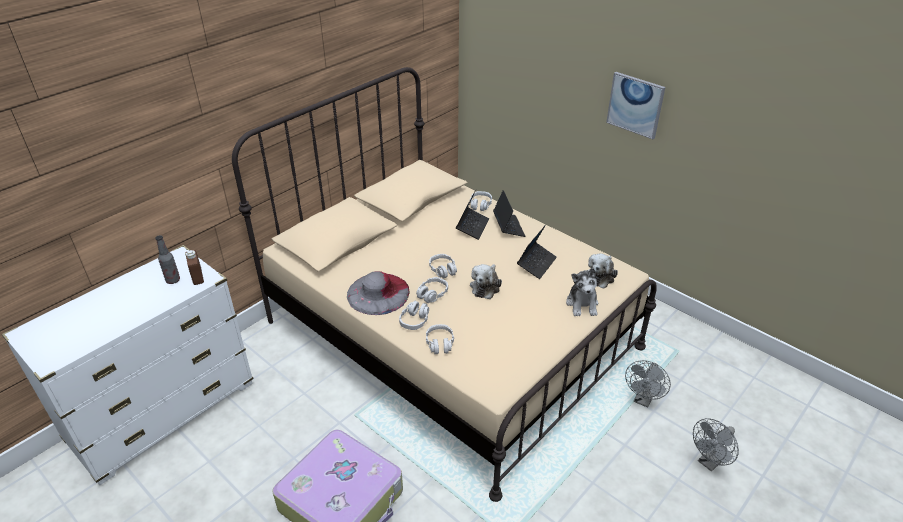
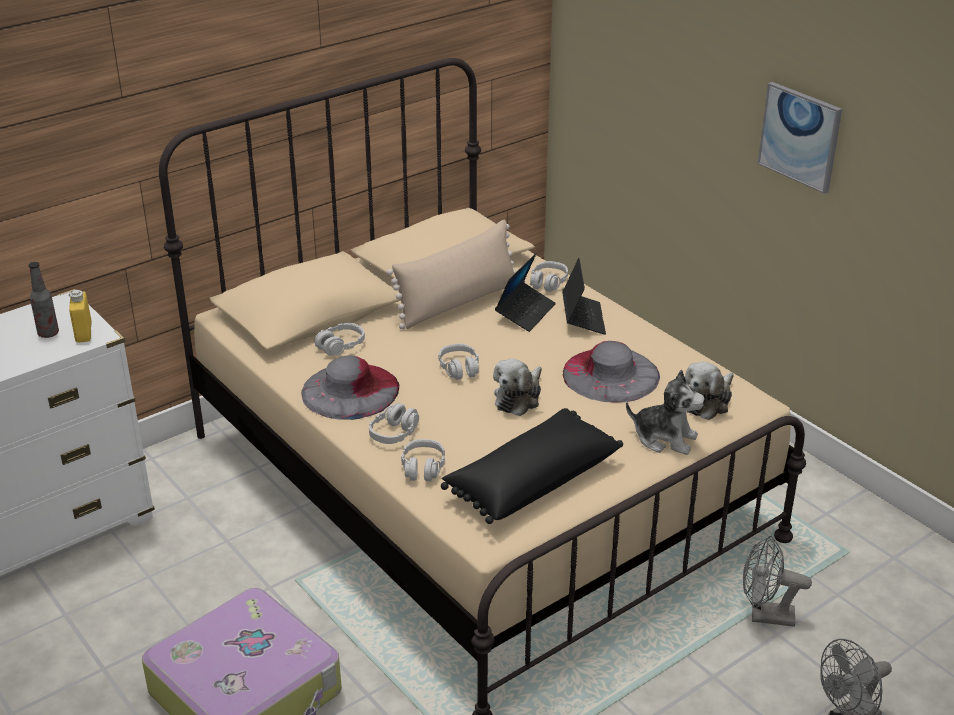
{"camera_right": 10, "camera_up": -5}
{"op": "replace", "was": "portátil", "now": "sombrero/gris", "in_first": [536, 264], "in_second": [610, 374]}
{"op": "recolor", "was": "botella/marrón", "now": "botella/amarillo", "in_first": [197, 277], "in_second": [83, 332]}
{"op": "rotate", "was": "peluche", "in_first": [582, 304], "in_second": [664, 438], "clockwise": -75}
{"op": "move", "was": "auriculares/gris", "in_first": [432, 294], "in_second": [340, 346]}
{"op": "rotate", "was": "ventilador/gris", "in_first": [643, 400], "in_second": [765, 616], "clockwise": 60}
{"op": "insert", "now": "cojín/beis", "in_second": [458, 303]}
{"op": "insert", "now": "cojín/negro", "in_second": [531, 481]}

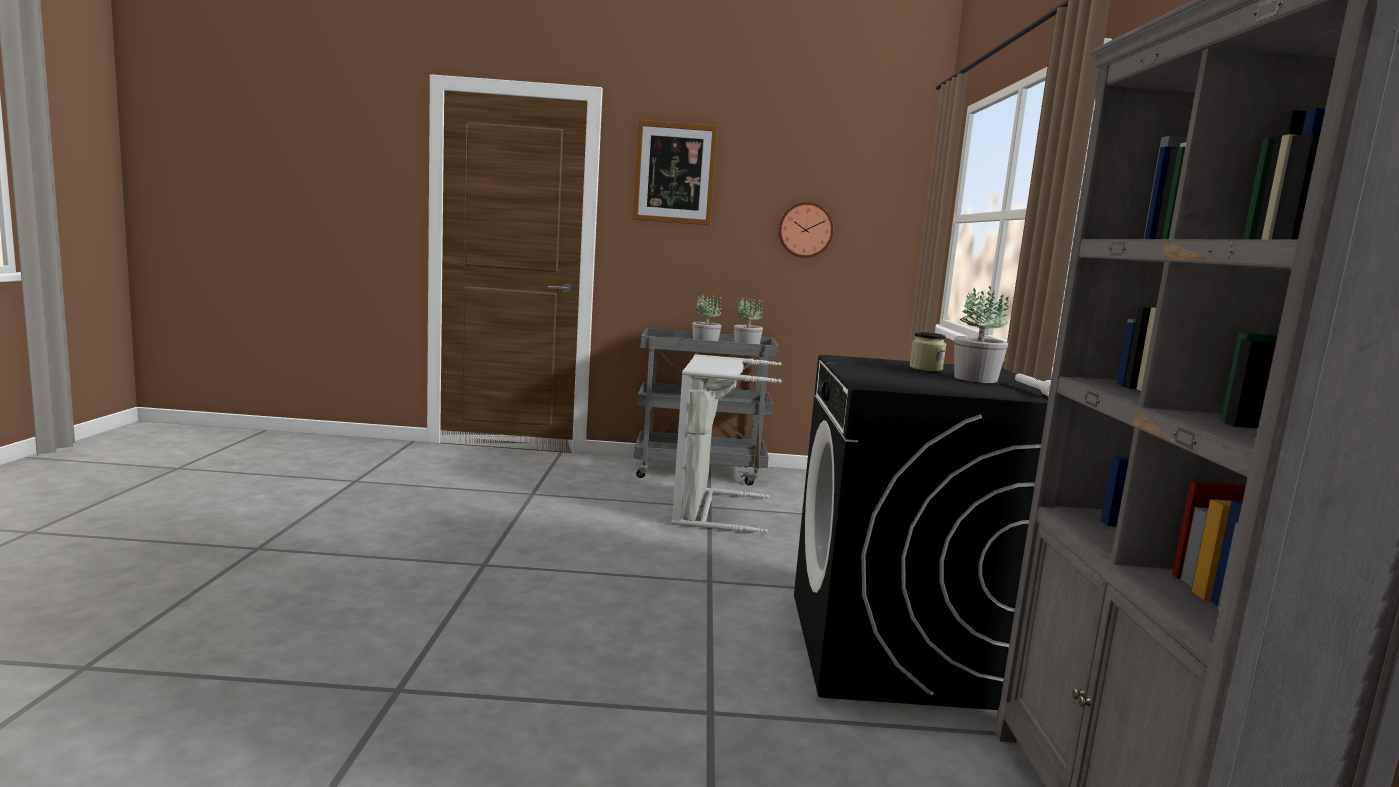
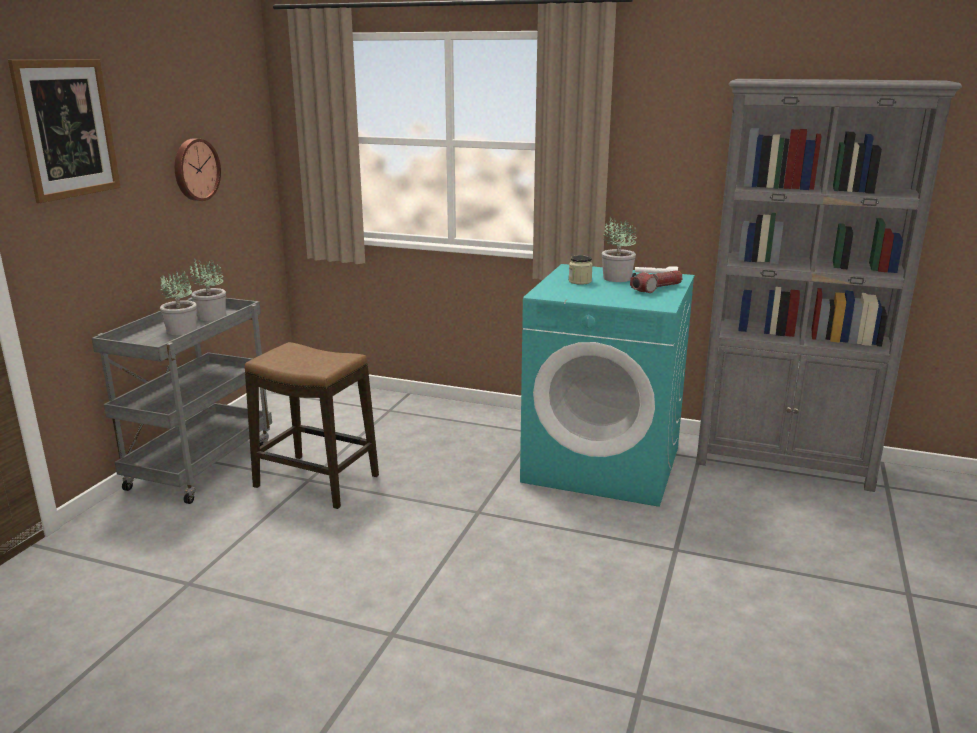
{"camera_right": -70, "camera_up": 10}
{"op": "replace", "was": "cesto de la ropa/gris", "now": "taburete", "in_first": [708, 509], "in_second": [316, 482]}
{"op": "recolor", "was": "lavadora/negro", "now": "lavadora/turquesa", "in_first": [899, 649], "in_second": [603, 464]}
{"op": "insert", "now": "linterna", "in_second": [656, 288]}

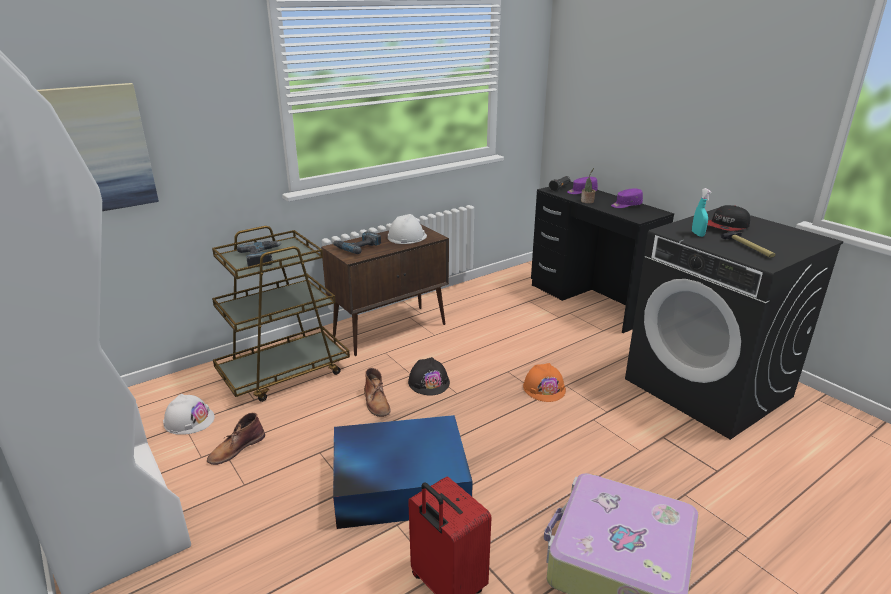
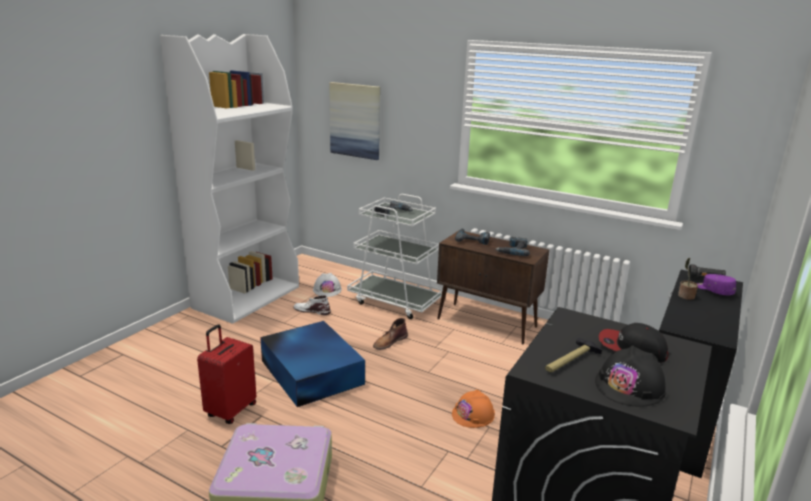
{"camera_right": 65, "camera_up": -5}
{"op": "delete", "was": "gorra/morado", "in_first": [626, 205]}
{"op": "delete", "was": "pulverizador/turquesa", "in_first": [697, 234]}
{"op": "replace", "was": "casco/blanco", "now": "taladro", "in_first": [407, 237], "in_second": [513, 250]}
{"op": "recolor", "was": "carrito/marrón", "now": "carrito/blanco", "in_first": [285, 372], "in_second": [395, 301]}
{"op": "move", "was": "casco/negro", "in_first": [429, 382], "in_second": [630, 386]}
{"op": "recolor", "was": "bota/marrón", "now": "bota/blanco", "in_first": [236, 448], "in_second": [312, 310]}

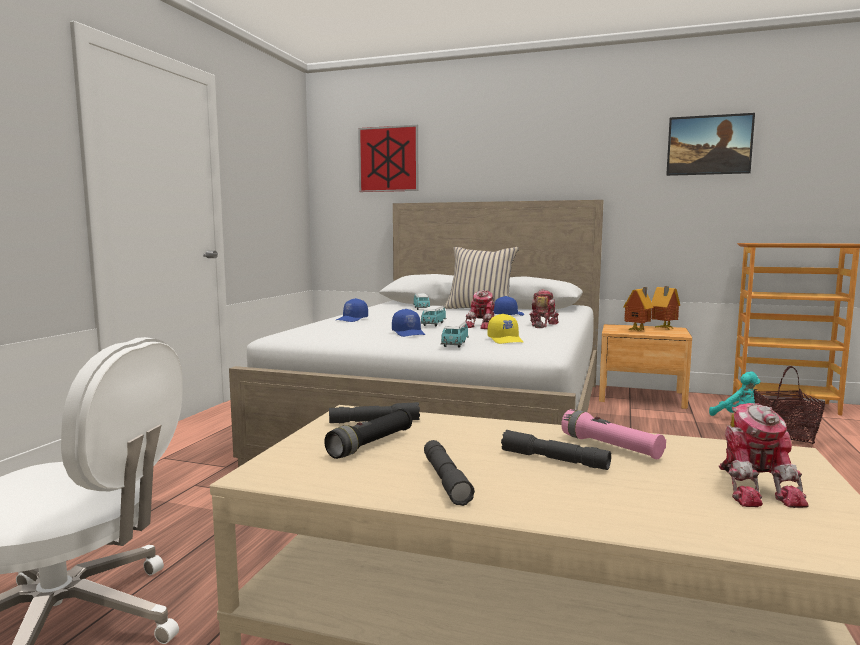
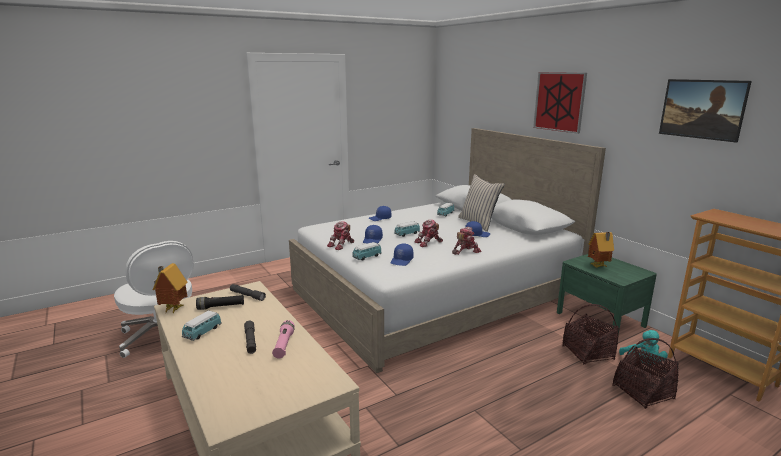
{"camera_right": 40, "camera_up": 10}
{"op": "move", "was": "cuadro", "in_first": [388, 159], "in_second": [559, 101]}
{"op": "move", "was": "casita", "in_first": [663, 328], "in_second": [172, 309]}
{"op": "recolor", "was": "gorra/amarillo", "now": "gorra/azul", "in_first": [506, 340], "in_second": [402, 260]}
{"op": "recolor", "was": "mesita de noche/marrón", "now": "mesita de noche/verde", "in_first": [641, 396], "in_second": [600, 319]}
{"op": "move", "was": "robot de juguete", "in_first": [754, 488], "in_second": [341, 245]}
{"op": "replace", "was": "linterna/gris", "now": "coche de juguete", "in_first": [445, 480], "in_second": [202, 333]}
{"op": "insert", "now": "cesta", "in_second": [588, 353]}

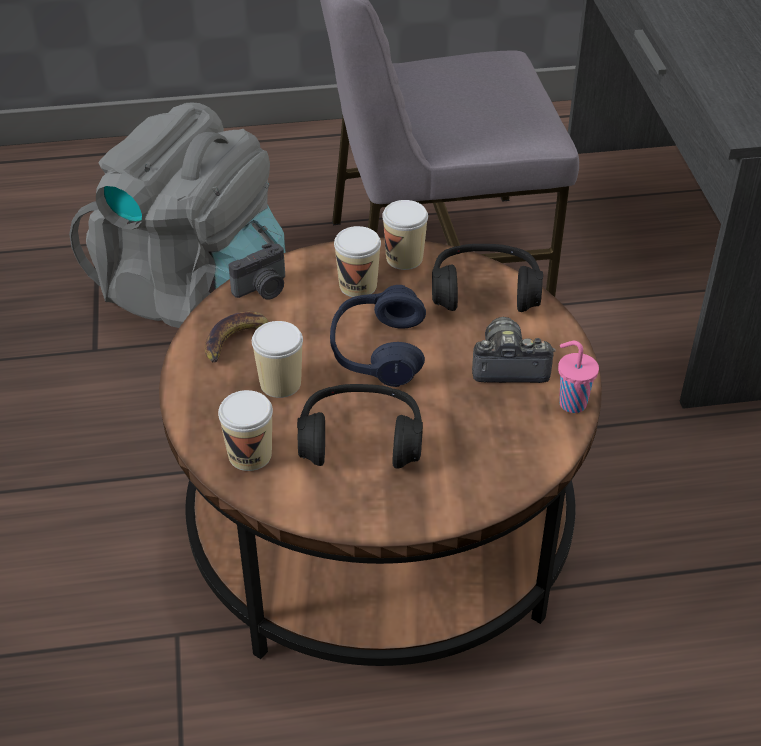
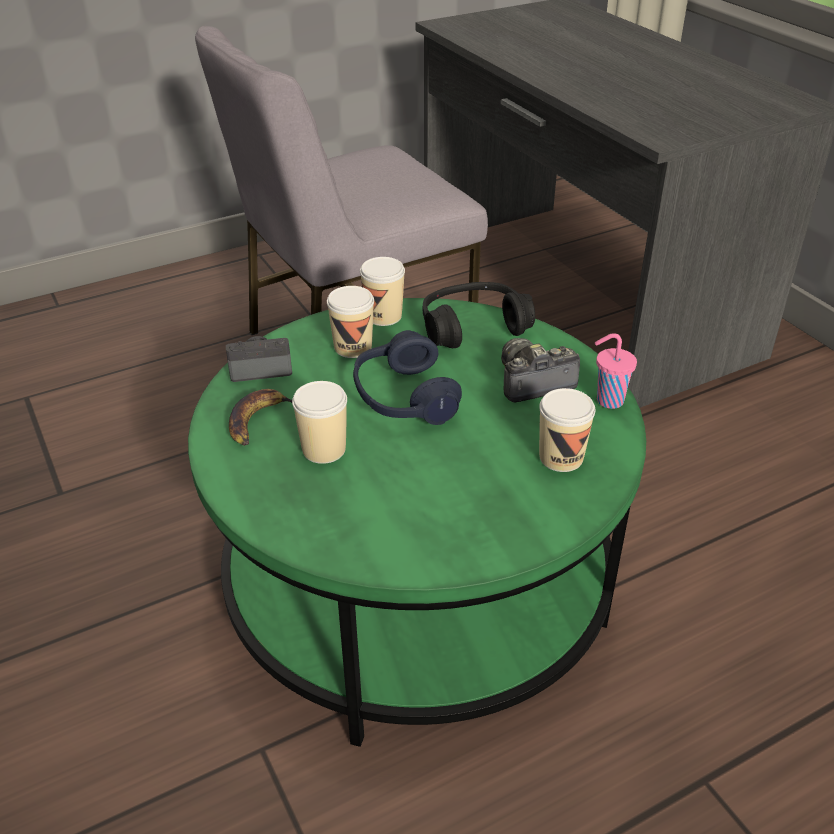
{"camera_right": -20, "camera_up": -5}
{"op": "delete", "was": "mochila/gris", "in_first": [195, 294]}
{"op": "recolor", "was": "mesa de centro/marrón", "now": "mesa de centro/verde", "in_first": [380, 526], "in_second": [417, 582]}
{"op": "rotate", "was": "cámara", "in_first": [263, 289], "in_second": [261, 369], "clockwise": -135}
{"op": "delete", "was": "auriculares/negro", "in_first": [361, 440]}
{"op": "move", "was": "taza", "in_first": [250, 455], "in_second": [561, 457]}

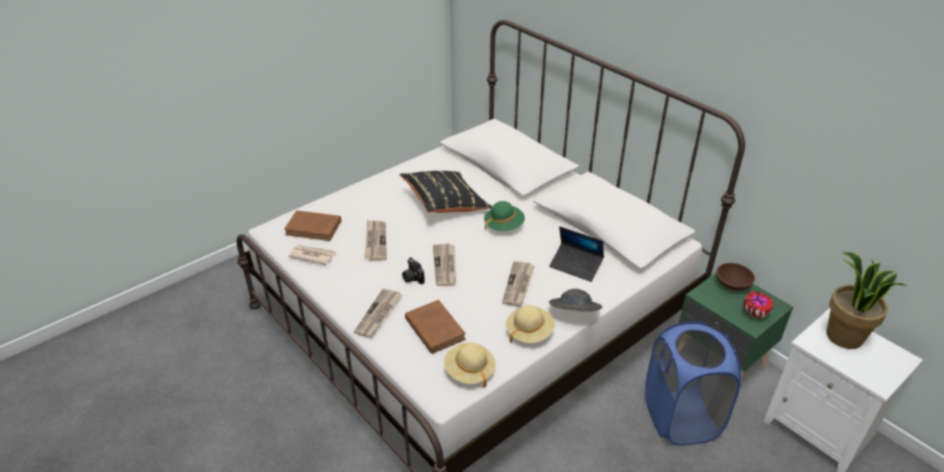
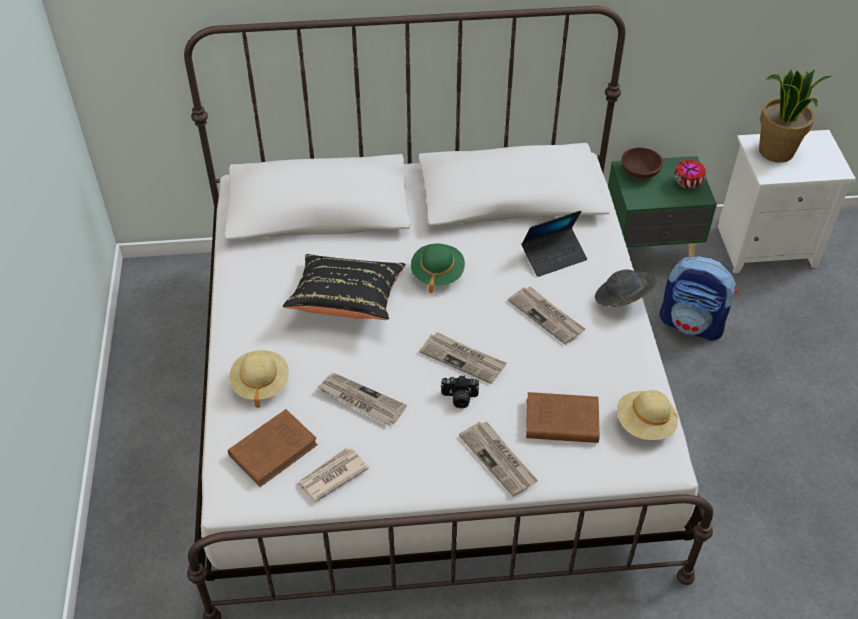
{"camera_right": -55, "camera_up": 10}
{"op": "move", "was": "sombrero/beis", "in_first": [529, 332], "in_second": [260, 384]}
{"op": "replace", "was": "cesto de la ropa/azul", "now": "mochila", "in_first": [681, 418], "in_second": [692, 324]}

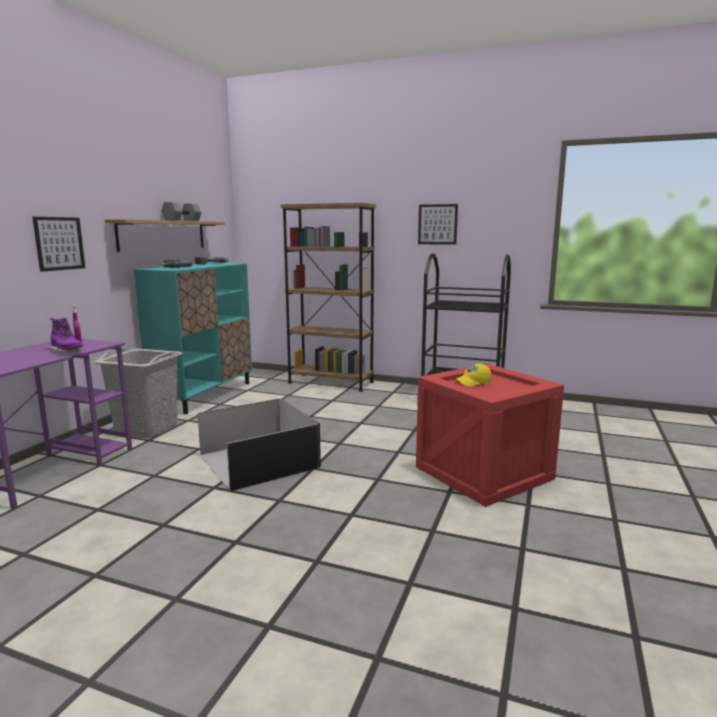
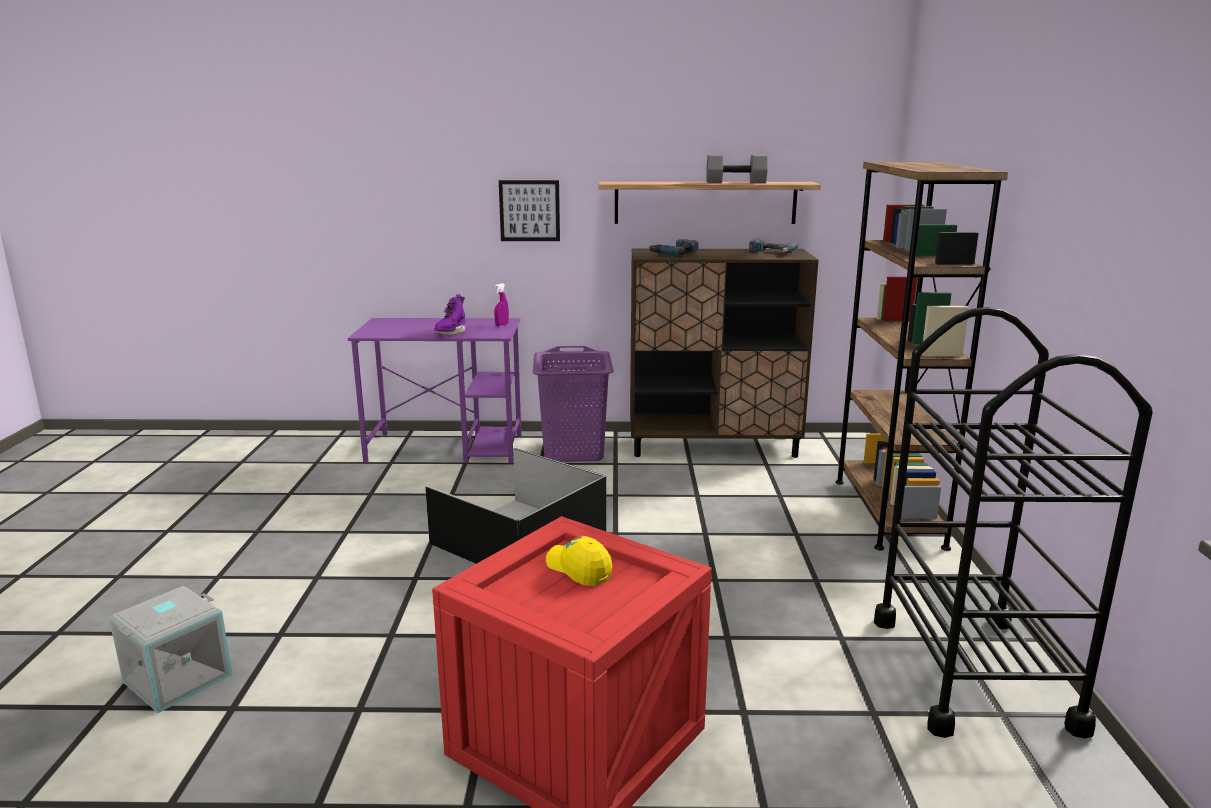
{"camera_right": 70, "camera_up": 5}
{"op": "delete", "was": "cuadro", "in_first": [437, 224]}
{"op": "recolor", "was": "armario/turquesa", "now": "armario/marrón", "in_first": [204, 395], "in_second": [713, 446]}
{"op": "recolor", "was": "cesto de la ropa/gris", "now": "cesto de la ropa/morado", "in_first": [146, 428], "in_second": [574, 451]}
{"op": "insert", "now": "caja de almacenaje/gris", "in_second": [177, 677]}

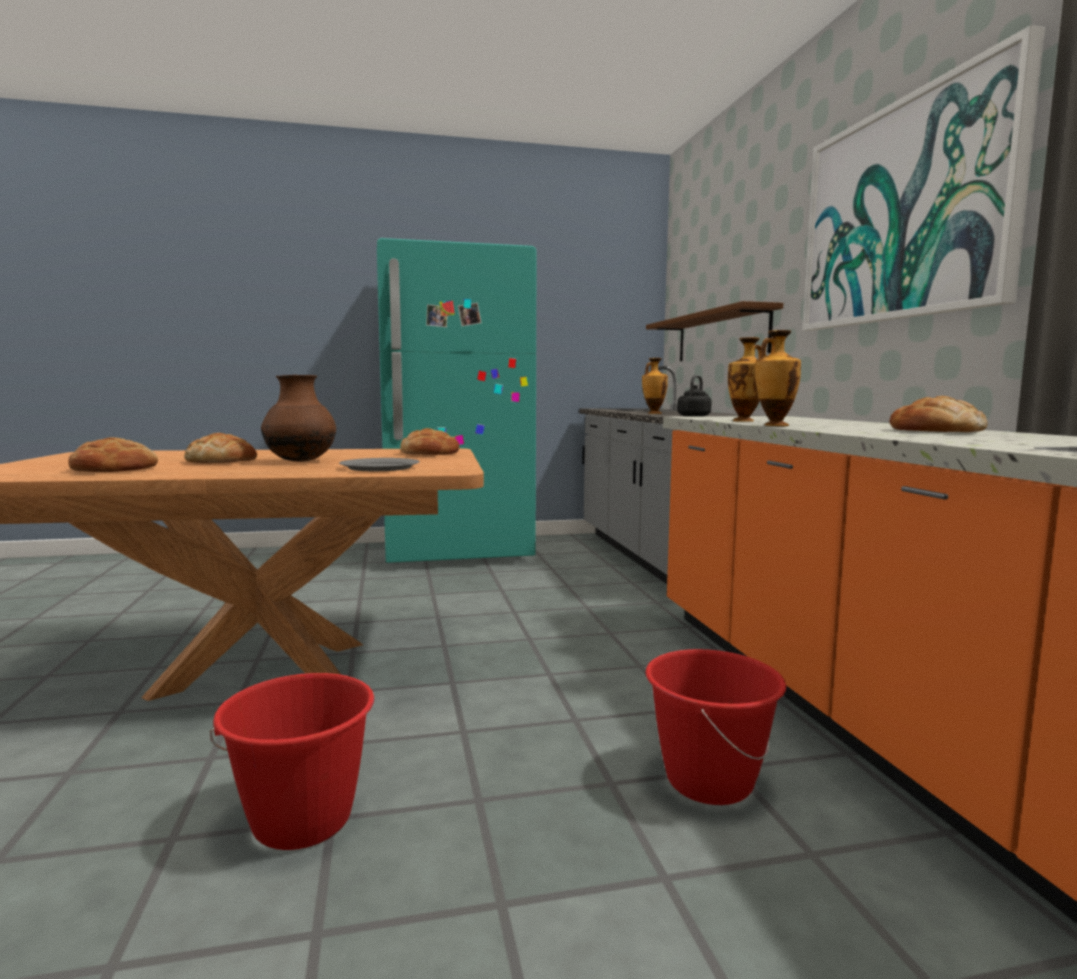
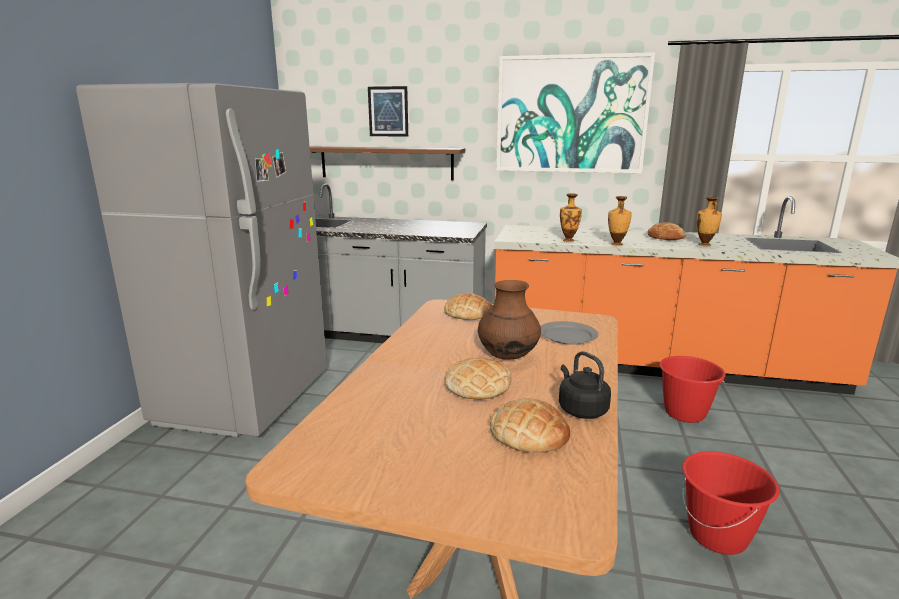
{"camera_right": -65, "camera_up": 10}
{"op": "recolor", "was": "nevera/turquesa", "now": "nevera/gris", "in_first": [456, 552], "in_second": [245, 398]}
{"op": "move", "was": "florero", "in_first": [653, 413], "in_second": [704, 245]}
{"op": "move", "was": "hervidor/negro", "in_first": [694, 416], "in_second": [581, 409]}
{"op": "insert", "now": "cuadro", "in_second": [388, 111]}

